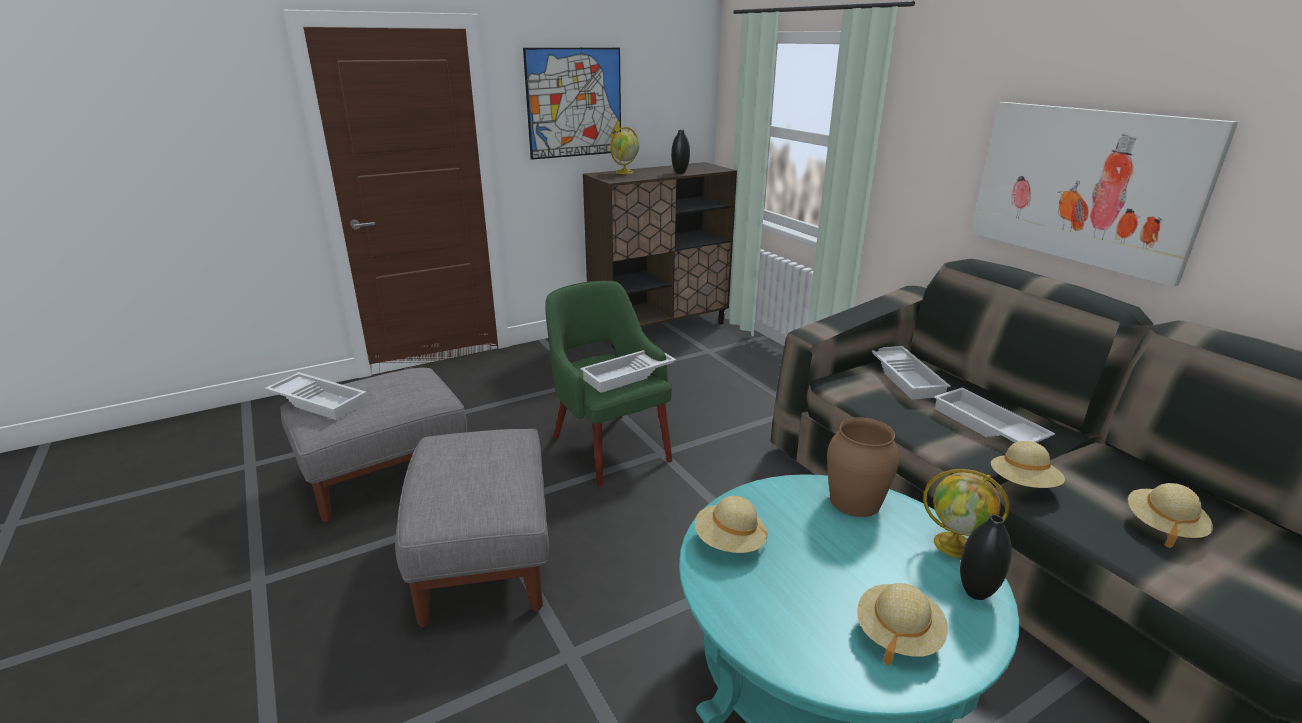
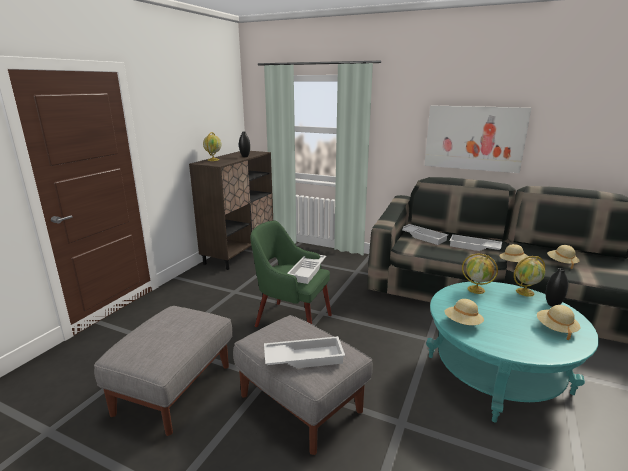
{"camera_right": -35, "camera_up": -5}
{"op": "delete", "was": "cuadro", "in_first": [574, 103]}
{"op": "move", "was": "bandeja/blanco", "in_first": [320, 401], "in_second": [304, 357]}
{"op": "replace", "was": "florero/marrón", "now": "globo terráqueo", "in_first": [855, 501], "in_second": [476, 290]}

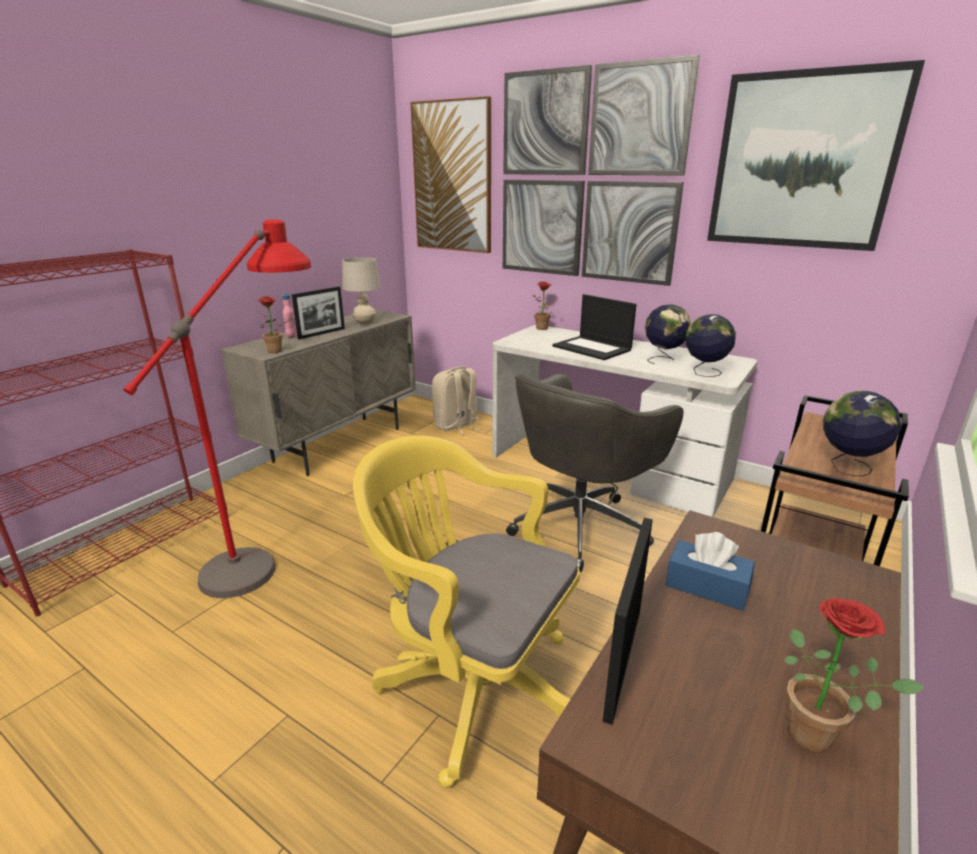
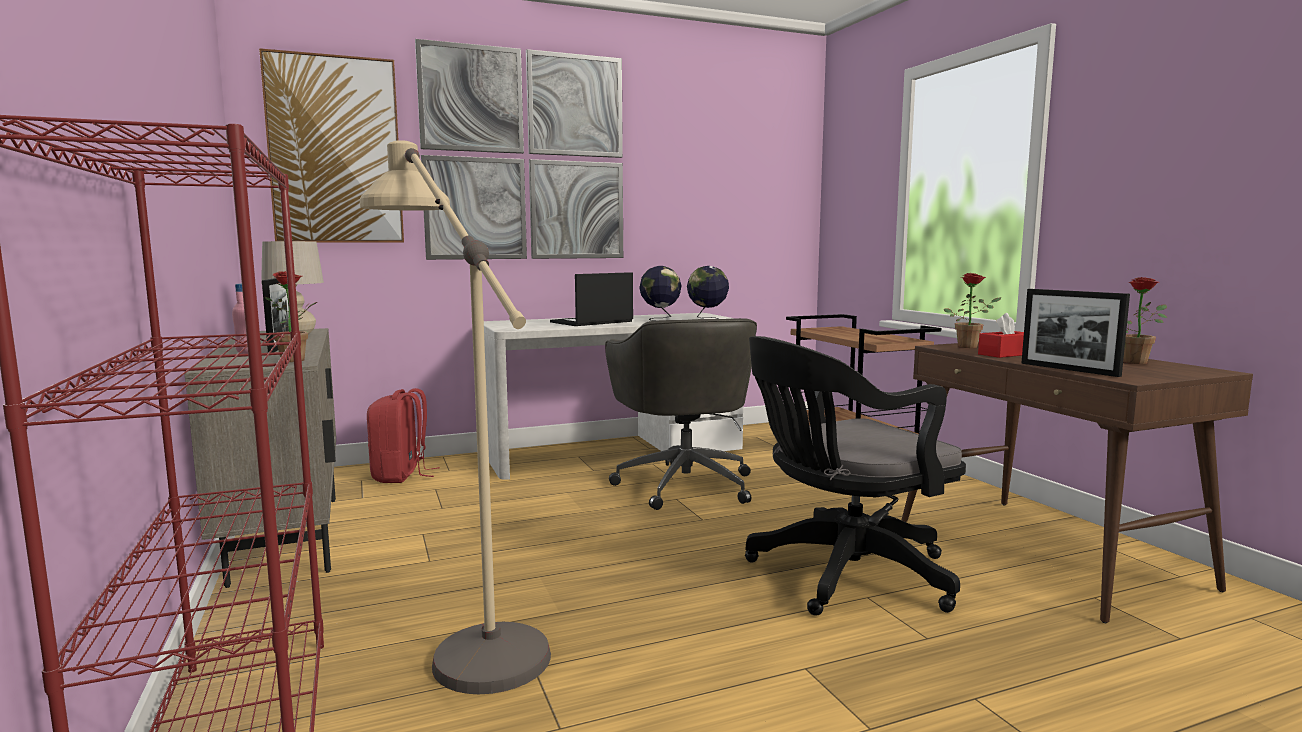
{"camera_right": -55, "camera_up": -15}
{"op": "delete", "was": "cuadro", "in_first": [803, 161]}
{"op": "recolor", "was": "lámpara de pie/rojo", "now": "lámpara de pie/beis", "in_first": [272, 544], "in_second": [462, 625]}
{"op": "move", "was": "planta en maceta", "in_first": [544, 329], "in_second": [970, 346]}
{"op": "rotate", "was": "portátil", "in_first": [593, 348], "in_second": [591, 322], "clockwise": 150}
{"op": "recolor", "was": "mochila/beis", "now": "mochila/rojo", "in_first": [456, 426], "in_second": [401, 476]}
{"op": "delete", "was": "globo terráqueo", "in_first": [847, 468]}
{"op": "recolor", "was": "silla de oficina/amarillo", "now": "silla de oficina/negro", "in_first": [472, 684], "in_second": [842, 575]}
{"op": "recolor", "was": "caja de pañuelos/azul", "now": "caja de pañuelos/rojo", "in_first": [707, 586], "in_second": [1005, 354]}

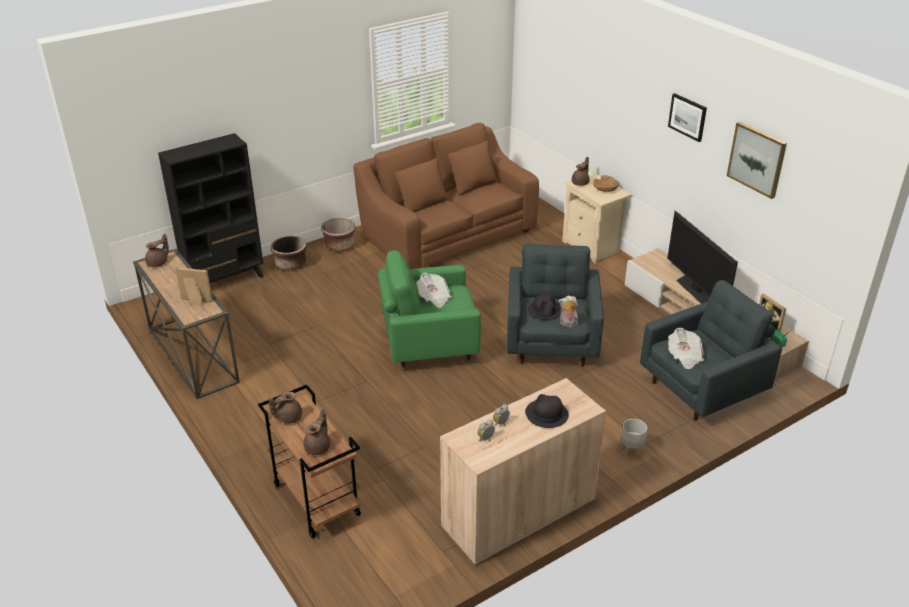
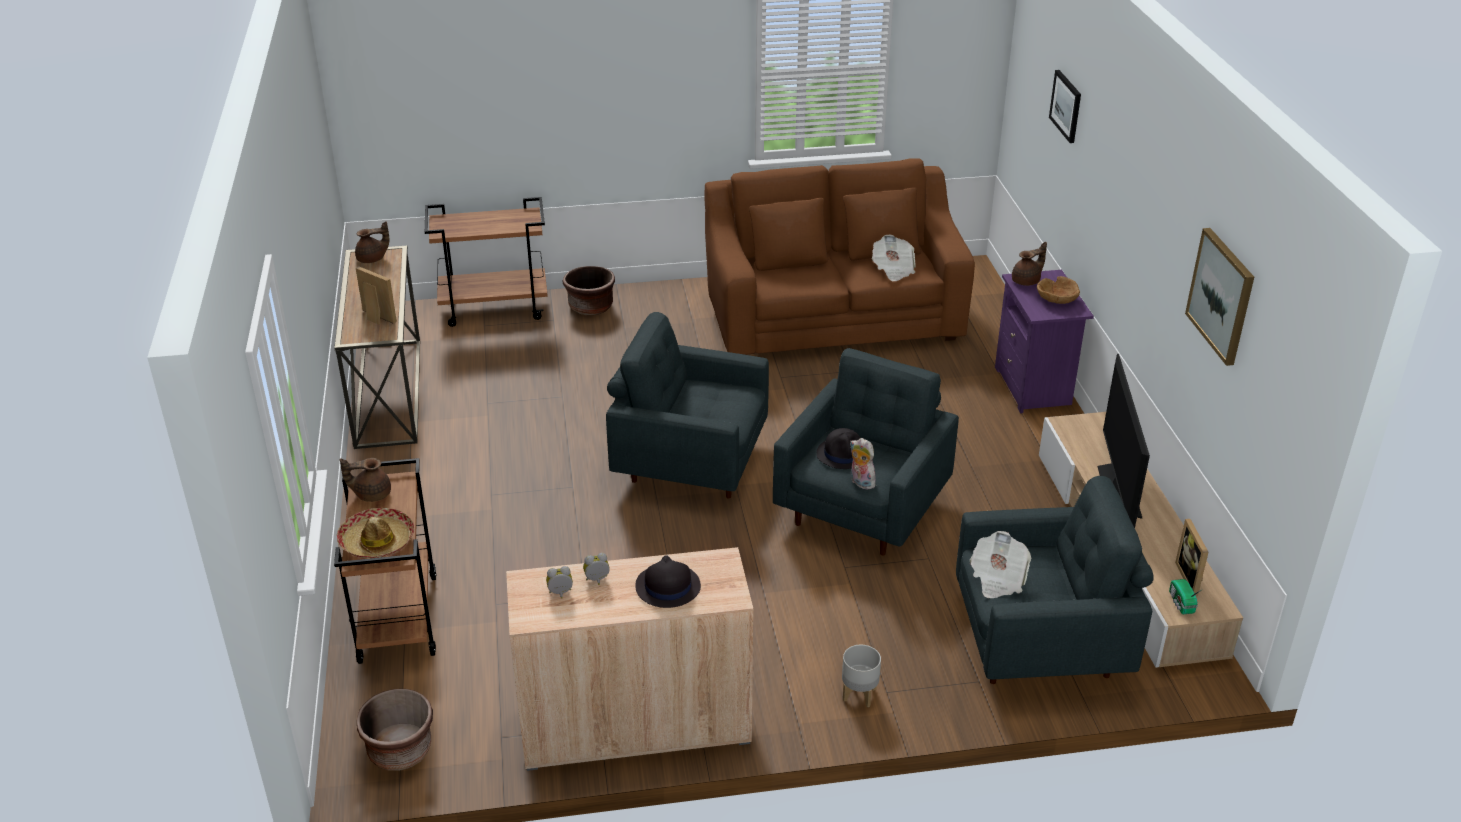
{"camera_right": 25, "camera_up": 0}
{"op": "move", "was": "cuadro", "in_first": [687, 117], "in_second": [1066, 106]}
{"op": "replace", "was": "estantería/negro", "now": "carrito/marrón", "in_first": [225, 281], "in_second": [495, 308]}
{"op": "recolor", "was": "mesita de noche/beis", "now": "mesita de noche/morado", "in_first": [592, 247], "in_second": [1034, 387]}
{"op": "move", "was": "maceta/marrón", "in_first": [339, 246], "in_second": [400, 751]}
{"op": "recolor", "was": "sillón/verde", "now": "sillón/gris", "in_first": [428, 344], "in_second": [690, 461]}
{"op": "move", "was": "periódico", "in_first": [434, 298], "in_second": [893, 269]}
{"op": "replace", "was": "tetera/marrón", "now": "sombrero", "in_first": [318, 447], "in_second": [377, 541]}

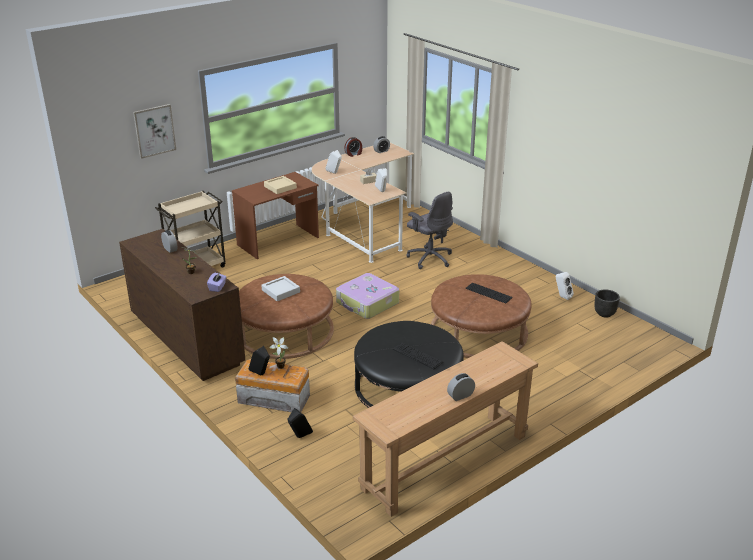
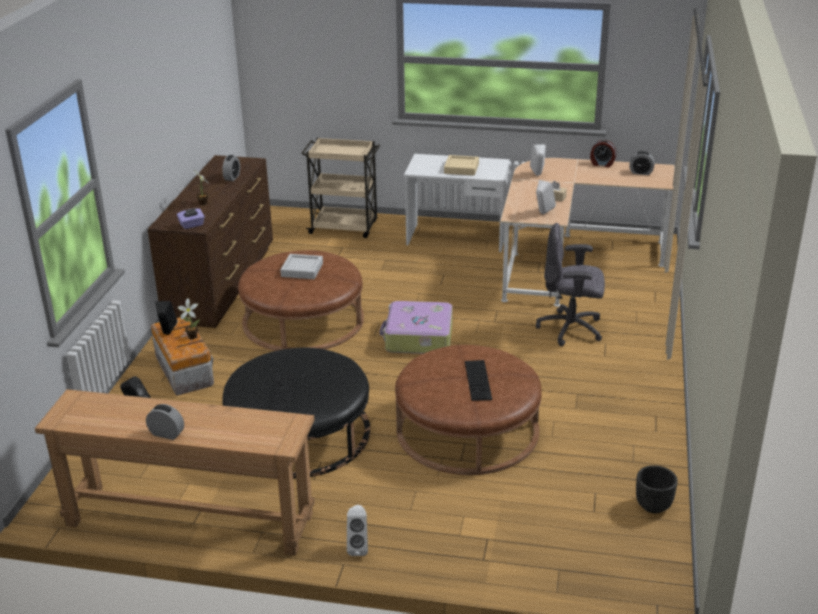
{"camera_right": 50, "camera_up": 0}
{"op": "delete", "was": "cuadro", "in_first": [154, 131]}
{"op": "recolor", "was": "escritorio/marrón", "now": "escritorio/blanco", "in_first": [279, 241], "in_second": [457, 238]}
{"op": "rotate", "was": "silla de oficina/gris", "in_first": [429, 258], "in_second": [571, 329], "clockwise": 90}
{"op": "move", "was": "altavoz/blanco", "in_first": [562, 297], "in_second": [358, 547]}

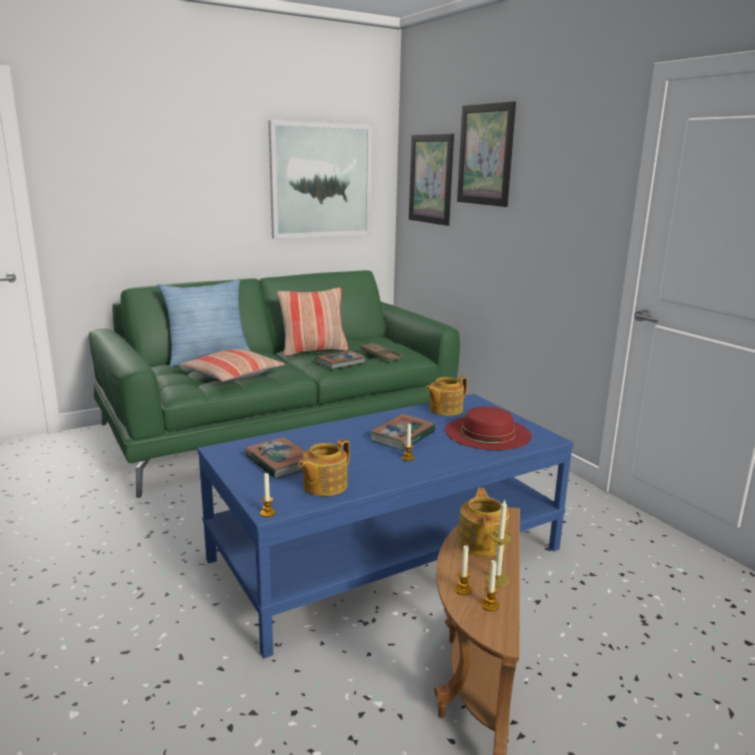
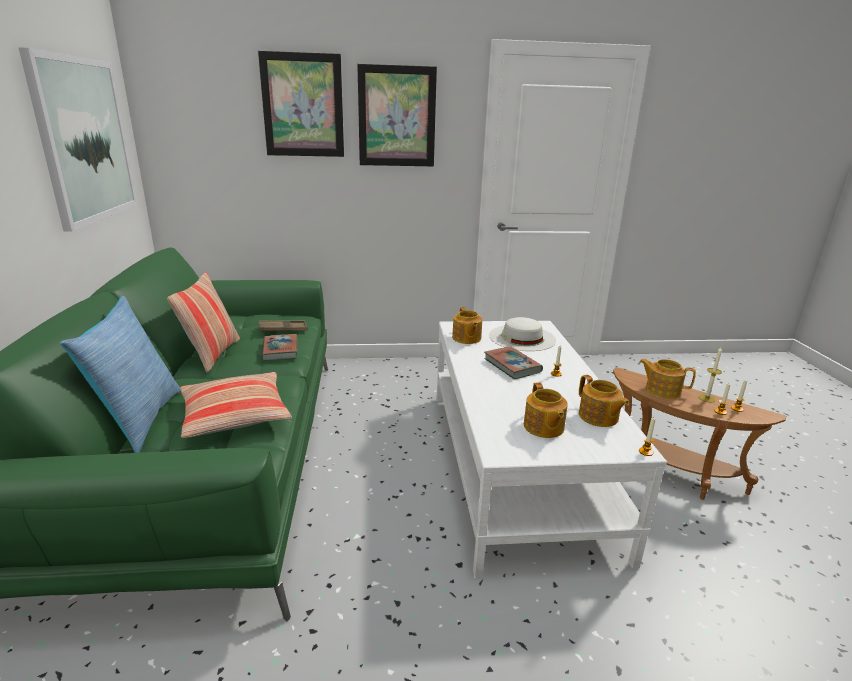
{"camera_right": -65, "camera_up": 5}
{"op": "move", "was": "cuadro", "in_first": [431, 179], "in_second": [397, 117]}
{"op": "recolor", "was": "mesa de centro/azul", "now": "mesa de centro/blanco", "in_first": [387, 554], "in_second": [515, 464]}
{"op": "recolor", "was": "sombrero/rojo", "now": "sombrero/blanco", "in_first": [487, 432], "in_second": [522, 337]}
{"op": "replace", "was": "libro", "now": "tetera", "in_first": [280, 462], "in_second": [543, 427]}

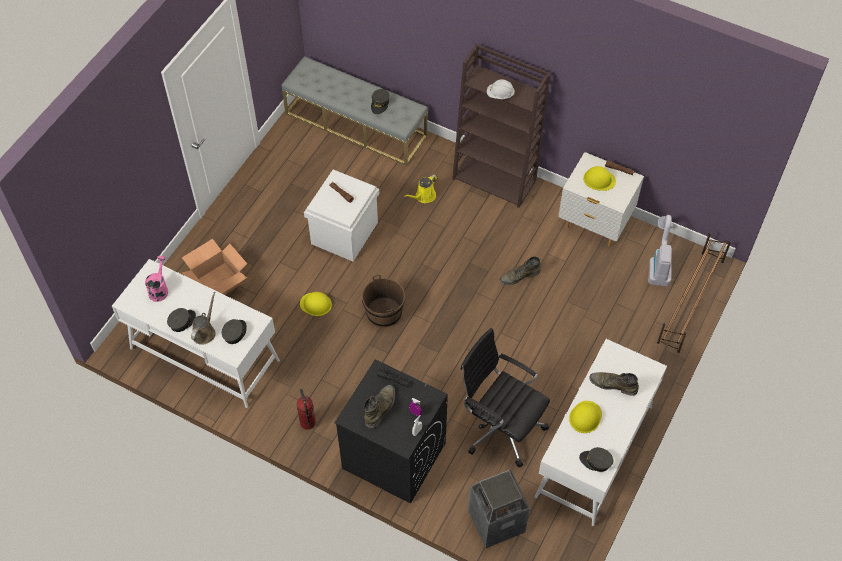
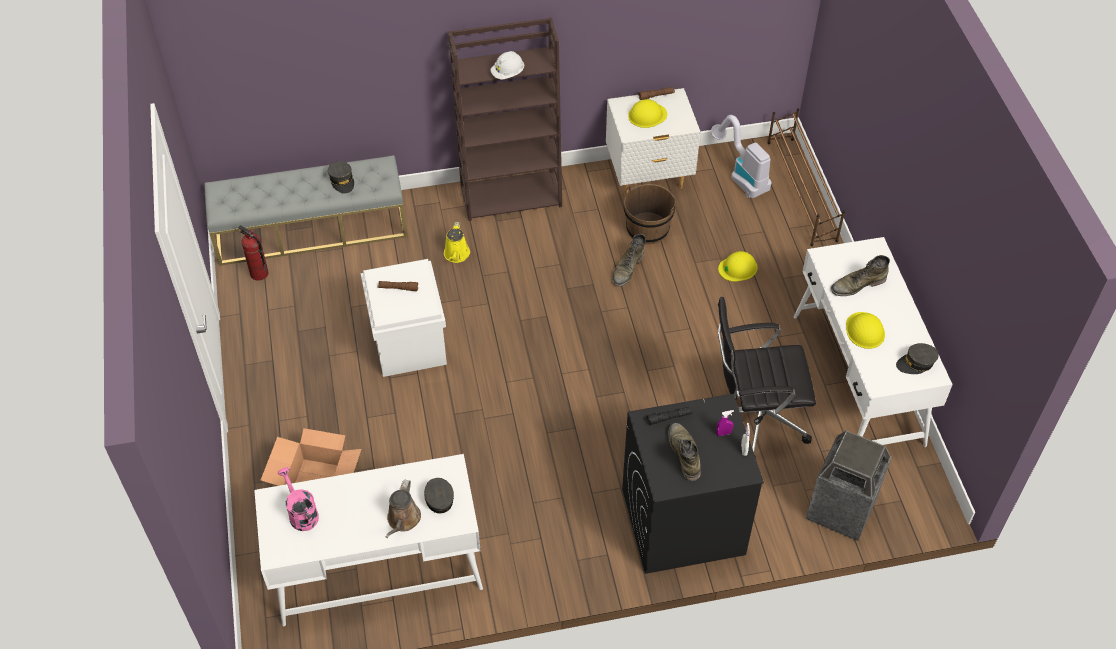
{"camera_right": -40, "camera_up": -5}
{"op": "move", "was": "cubo/marrón", "in_first": [384, 312], "in_second": [647, 228]}
{"op": "rotate", "was": "regadera/marrón", "in_first": [205, 332], "in_second": [403, 520], "clockwise": -150}
{"op": "move", "was": "casco/amarillo", "in_first": [316, 304], "in_second": [738, 268]}
{"op": "delete", "was": "gorra/gris", "in_first": [182, 321]}
{"op": "move", "was": "extintor", "in_first": [307, 422], "in_second": [259, 274]}

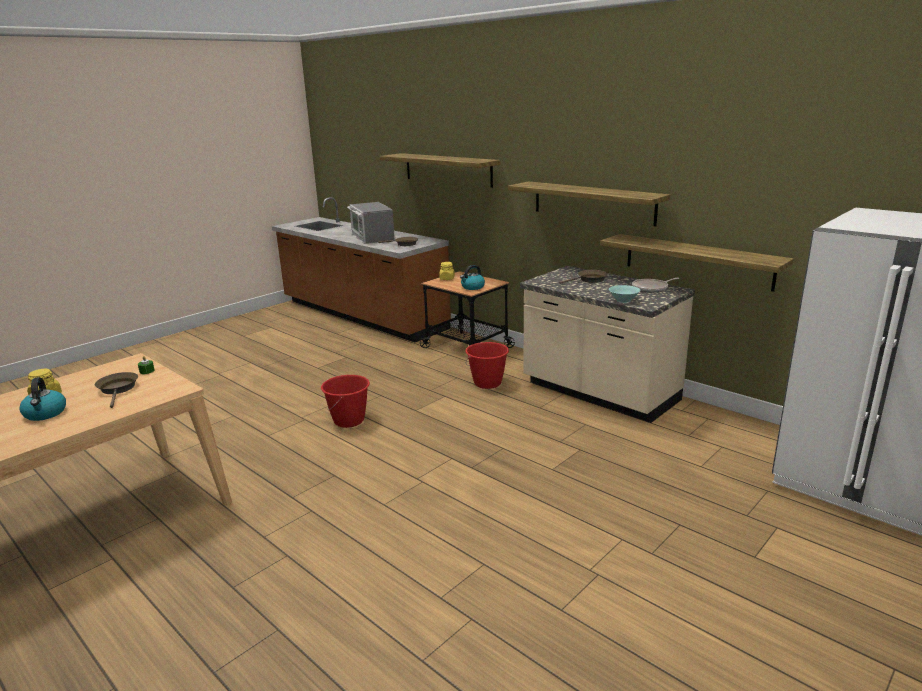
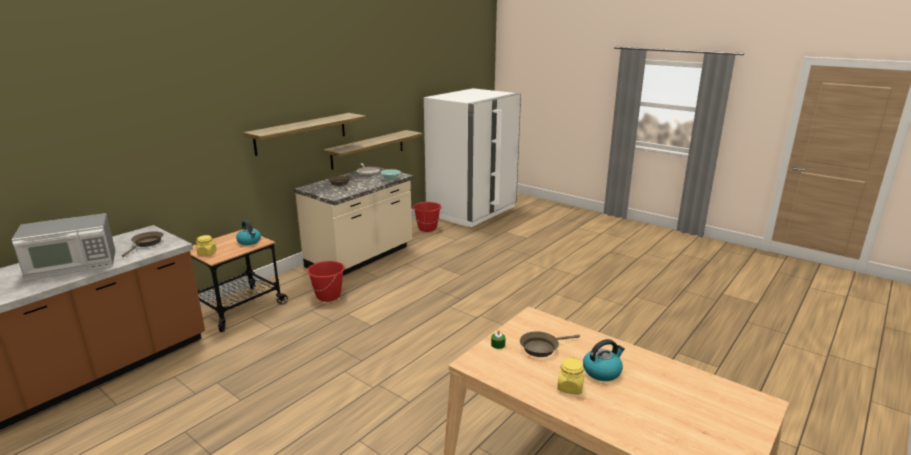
{"camera_right": -95, "camera_up": 0}
{"op": "delete", "was": "estante", "in_first": [447, 169]}
{"op": "move", "was": "cubo/rojo", "in_first": [349, 420], "in_second": [427, 228]}

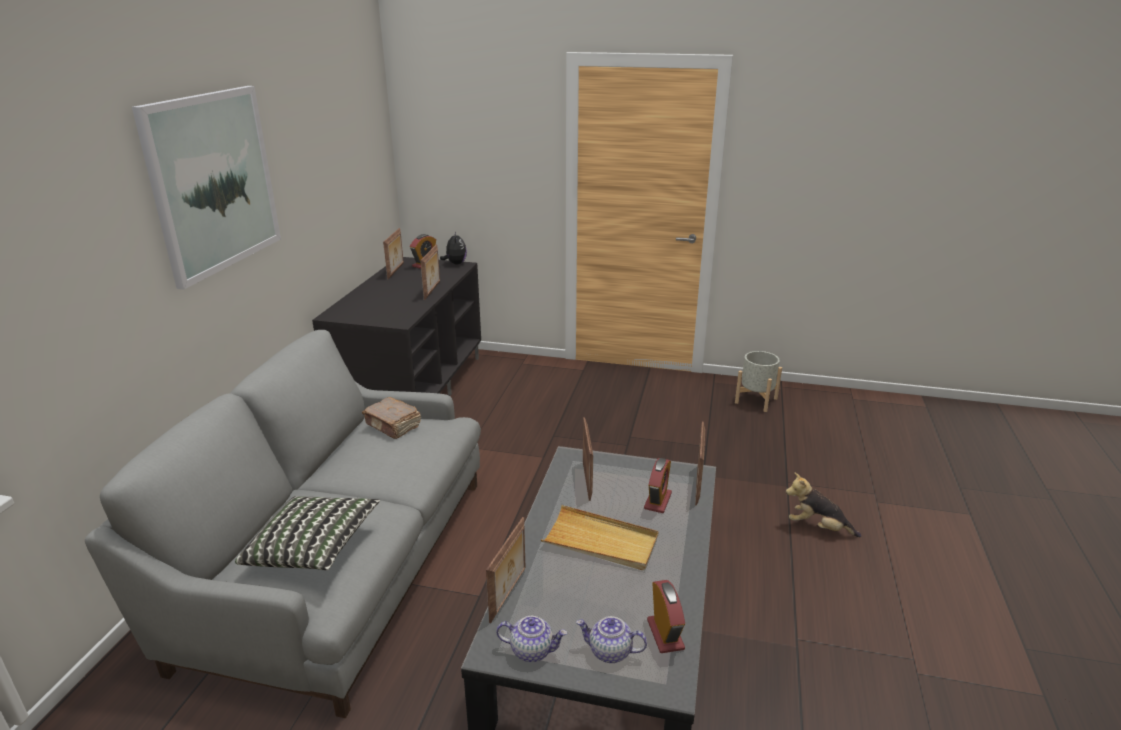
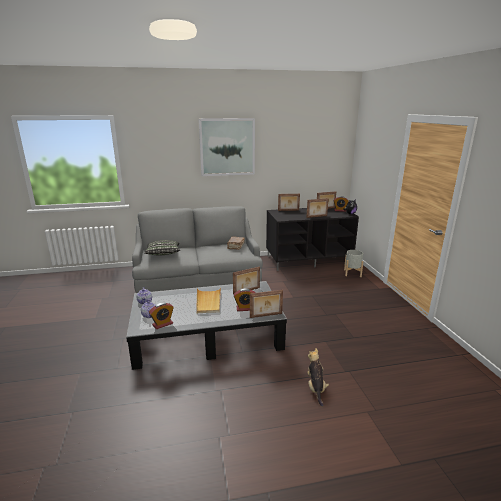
{"camera_right": 65, "camera_up": -5}
{"op": "move", "was": "maceta/gris", "in_first": [756, 400], "in_second": [352, 273]}
{"op": "move", "was": "portarretratos", "in_first": [509, 594], "in_second": [288, 210]}

